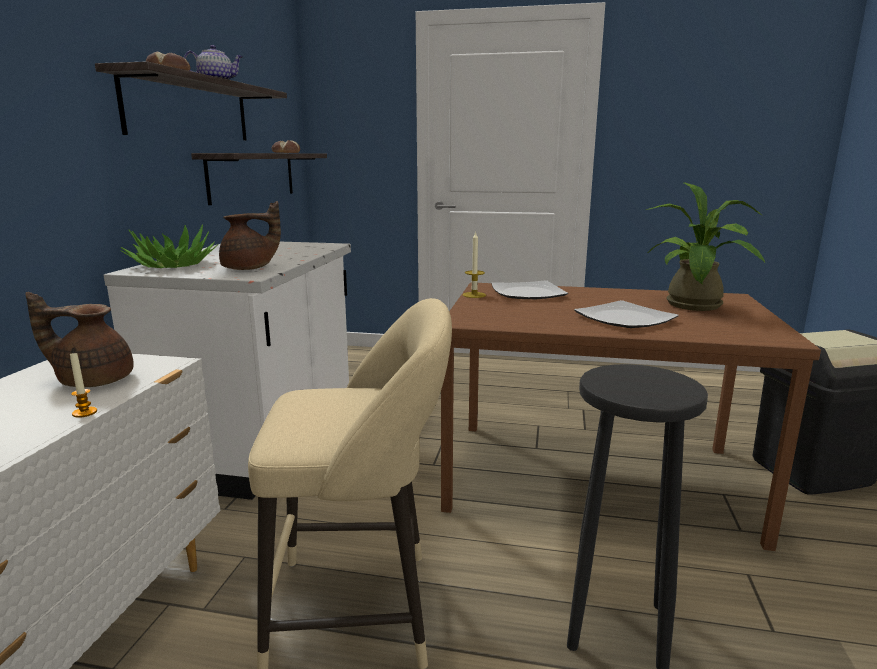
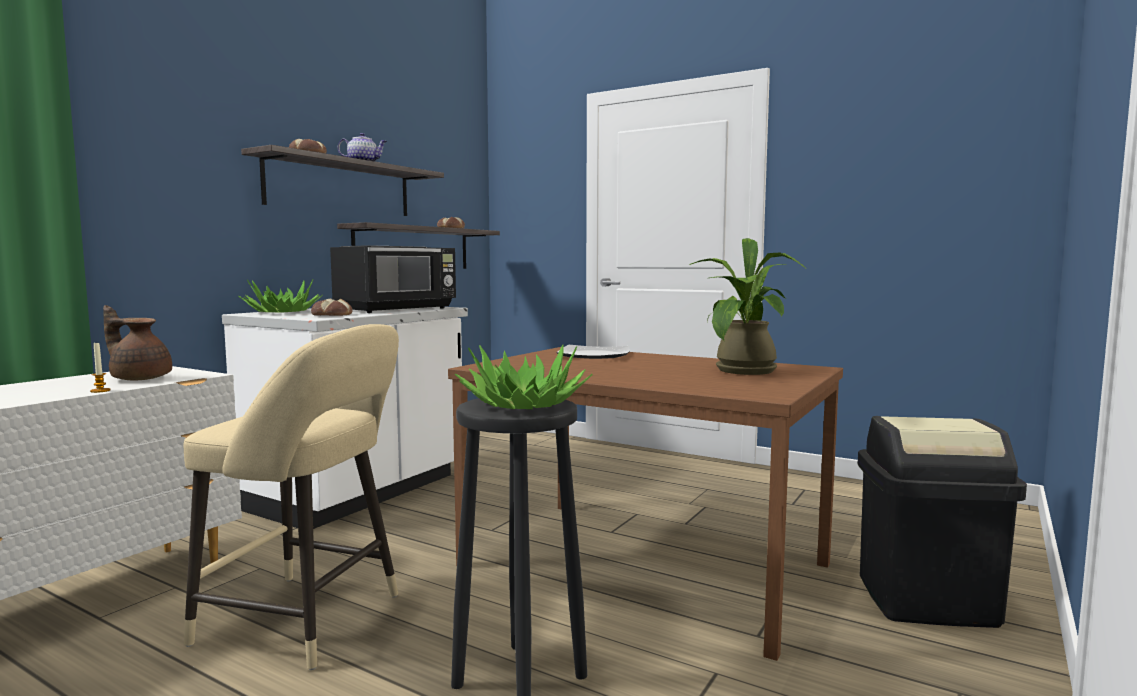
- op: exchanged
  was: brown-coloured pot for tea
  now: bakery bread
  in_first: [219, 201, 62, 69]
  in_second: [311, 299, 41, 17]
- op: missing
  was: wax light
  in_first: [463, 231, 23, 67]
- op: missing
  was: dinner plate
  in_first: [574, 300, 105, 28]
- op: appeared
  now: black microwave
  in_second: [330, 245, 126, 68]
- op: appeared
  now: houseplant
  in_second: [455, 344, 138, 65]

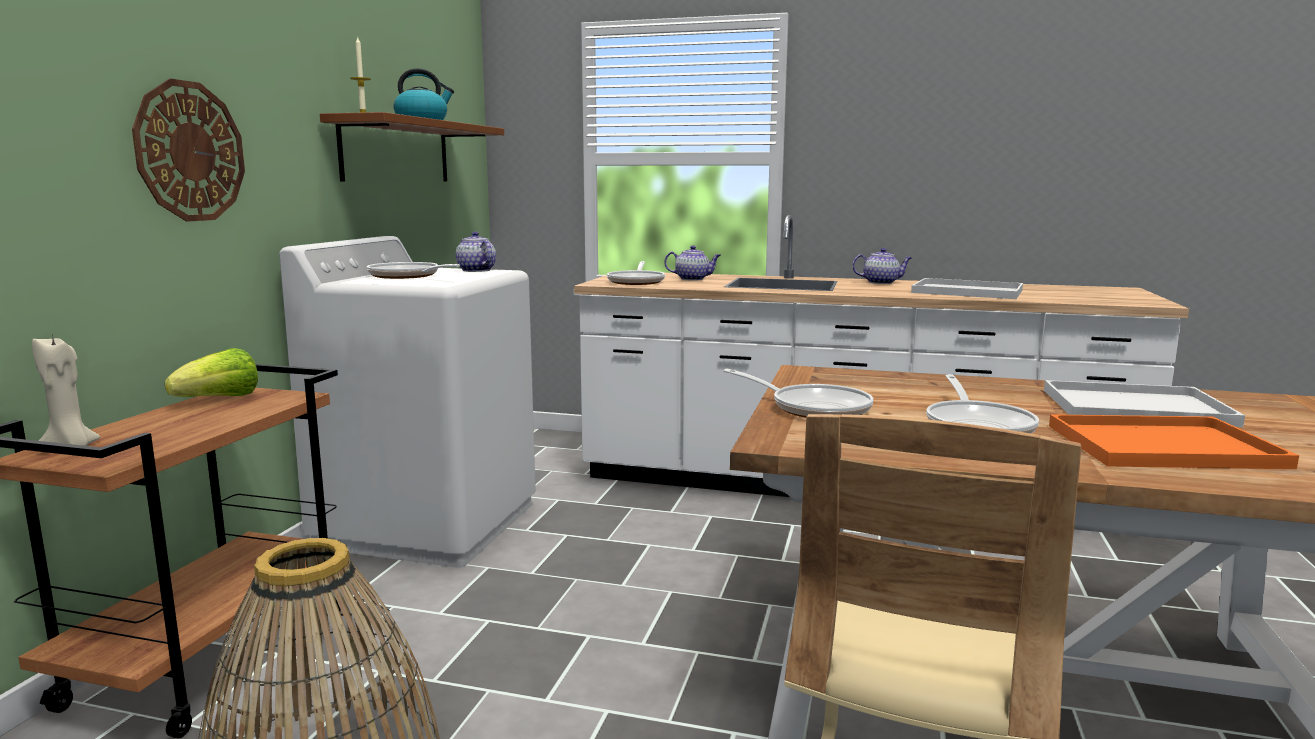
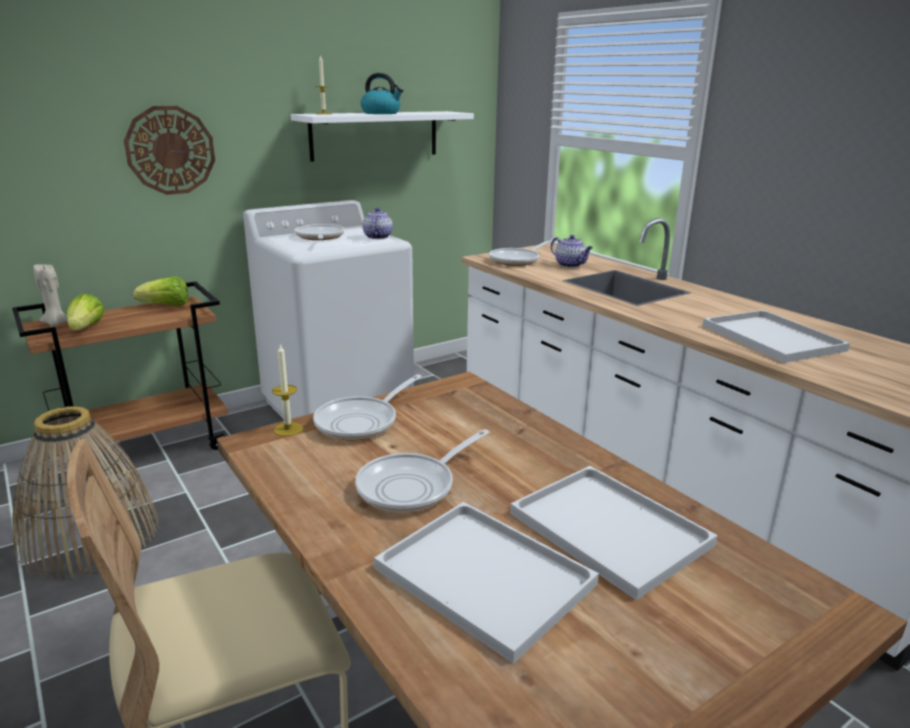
- op: colour
  was: brown-coloured wall shelf
  now: white-coloured wall shelf
  in_first: [320, 112, 184, 70]
  in_second: [291, 111, 183, 51]
- op: spun
  was: pan
  in_first: [724, 369, 149, 49]
  in_second: [313, 374, 109, 66]
  clockwise: 45
- op: missing
  was: pot for tea
  in_first: [852, 248, 60, 36]
- op: colour
  was: orangey serving tray
  now: white-coloured serving tray
  in_first: [1049, 414, 250, 55]
  in_second: [374, 502, 225, 162]
- op: appeared
  now: head of lettuce
  in_second: [67, 294, 38, 37]
- op: appeared
  now: wax light
  in_second: [272, 343, 31, 93]

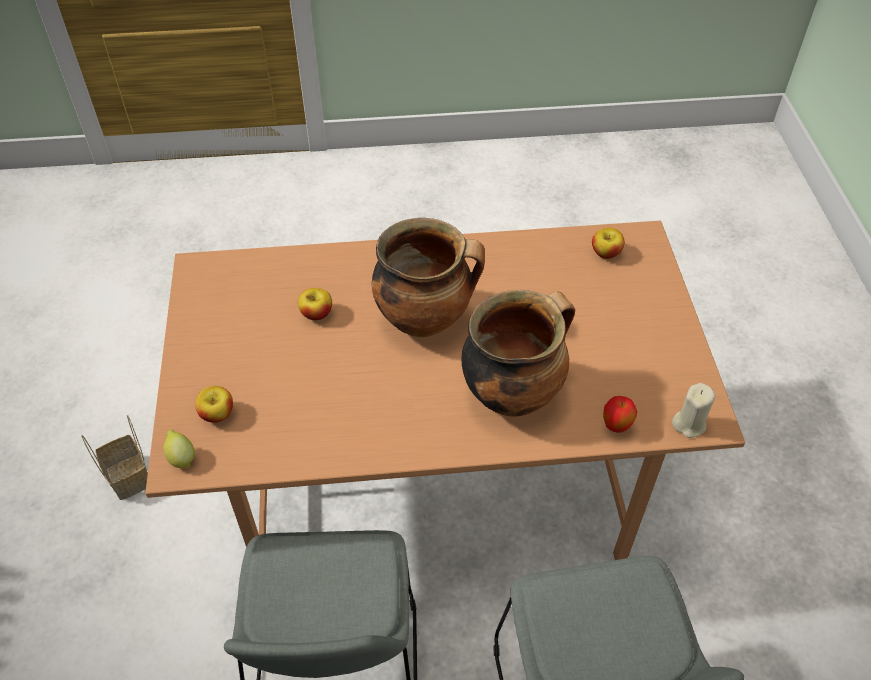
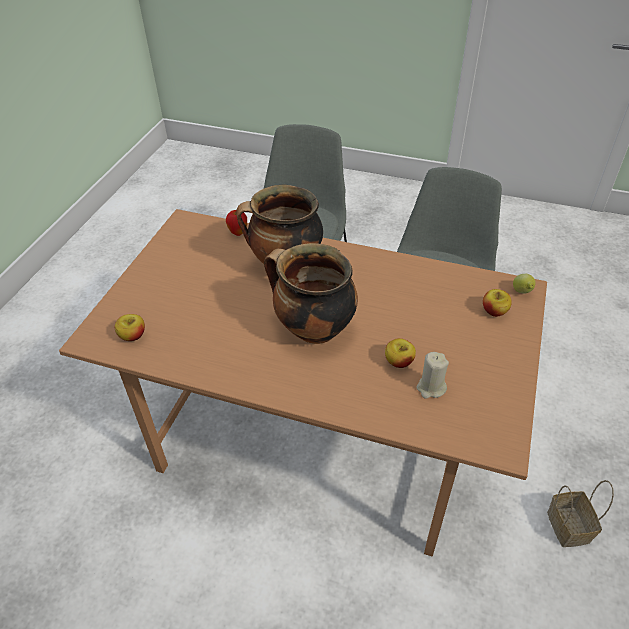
- op: relocated
  was: beige wax light
  in_first: [672, 383, 43, 55]
  in_second: [416, 352, 33, 47]

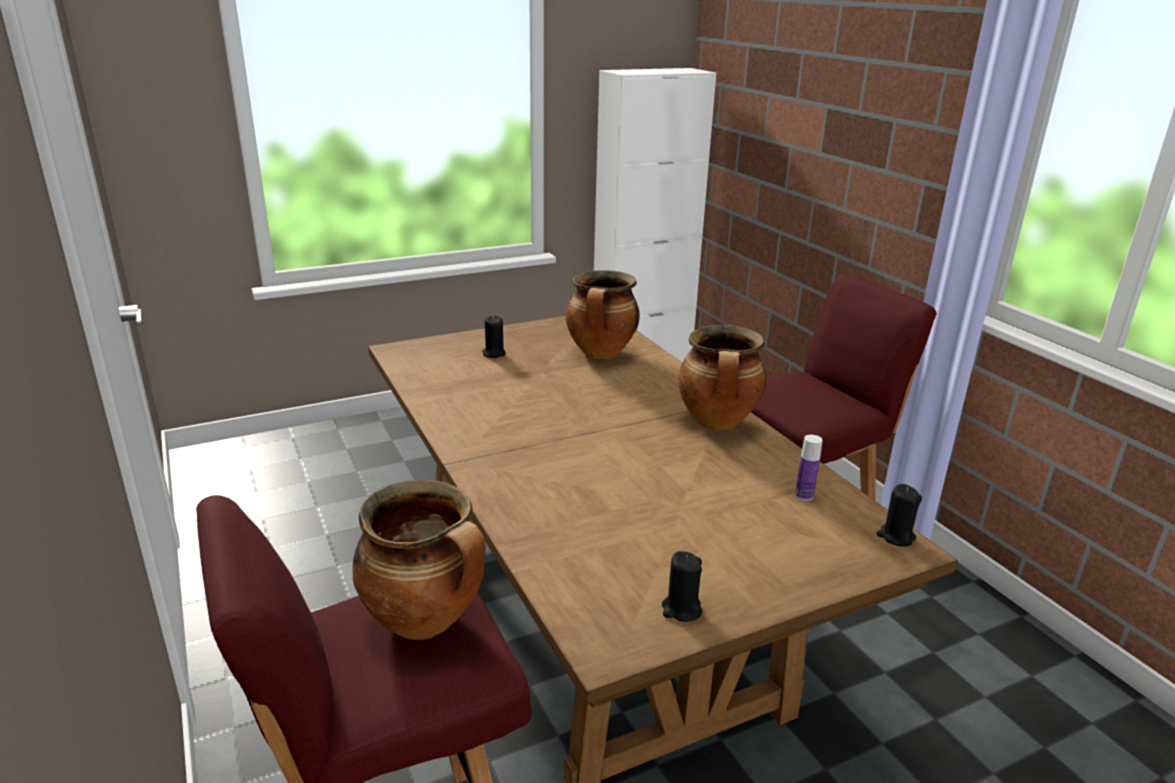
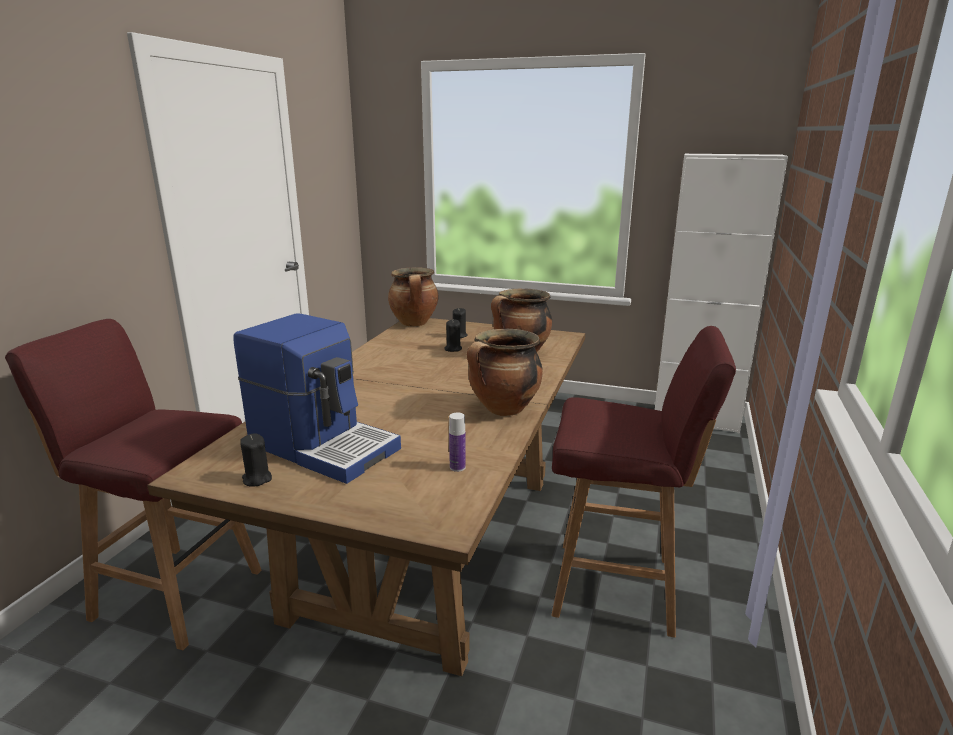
- op: relocated
  was: cooking pot
  in_first: [352, 480, 134, 160]
  in_second: [388, 267, 51, 59]
- op: relocated
  was: black wax light
  in_first: [877, 484, 45, 63]
  in_second: [444, 320, 18, 32]
- op: appeared
  now: coffee maker
  in_second: [233, 313, 168, 171]

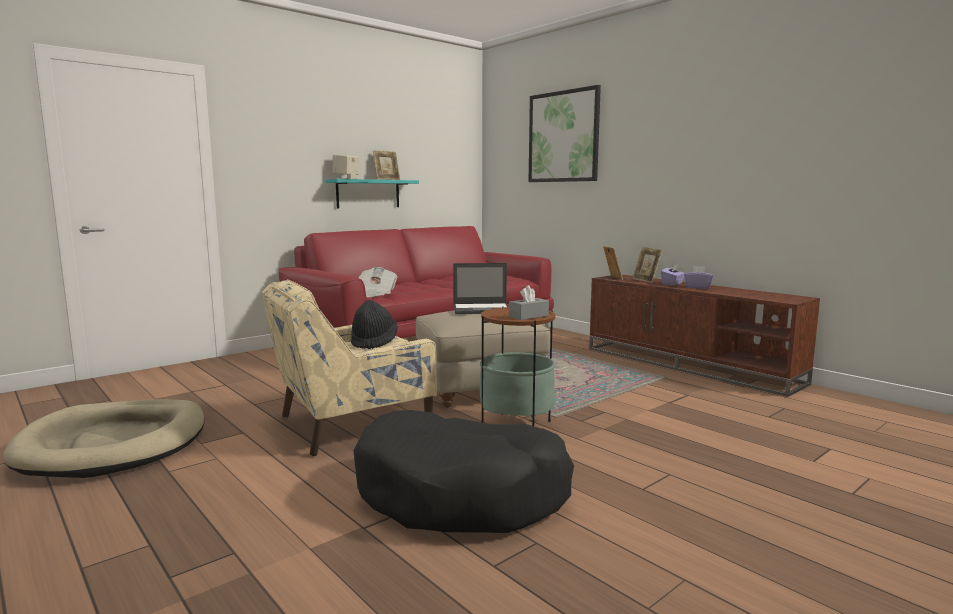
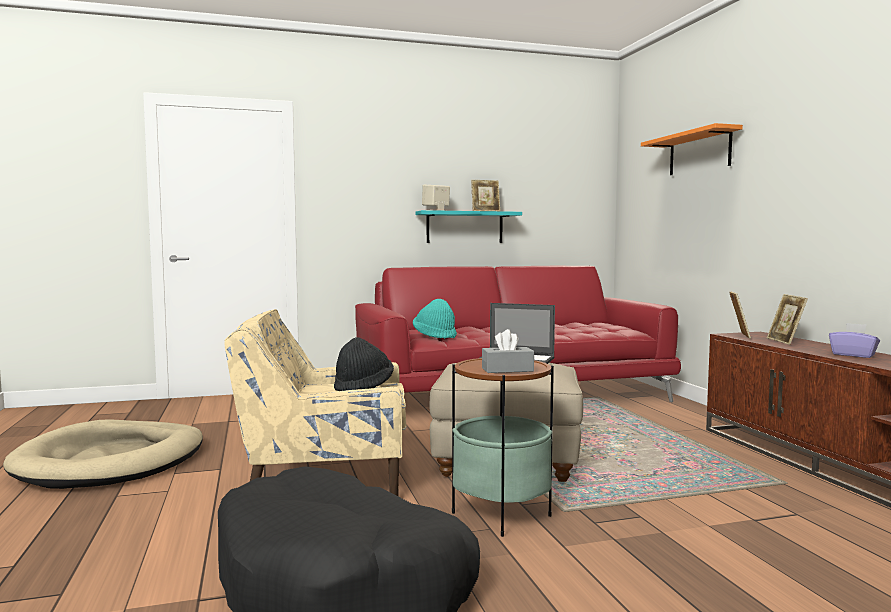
- op: exchanged
  was: newspaper
  now: turquoise-coloured wearable hat
  in_first: [359, 267, 39, 30]
  in_second: [413, 299, 44, 40]
- op: exchanged
  was: wall picture
  now: orangey wall shelf
  in_first: [529, 85, 72, 97]
  in_second: [641, 123, 102, 52]
- op: missing
  was: purplish tissue holder
  in_first: [661, 264, 24, 22]

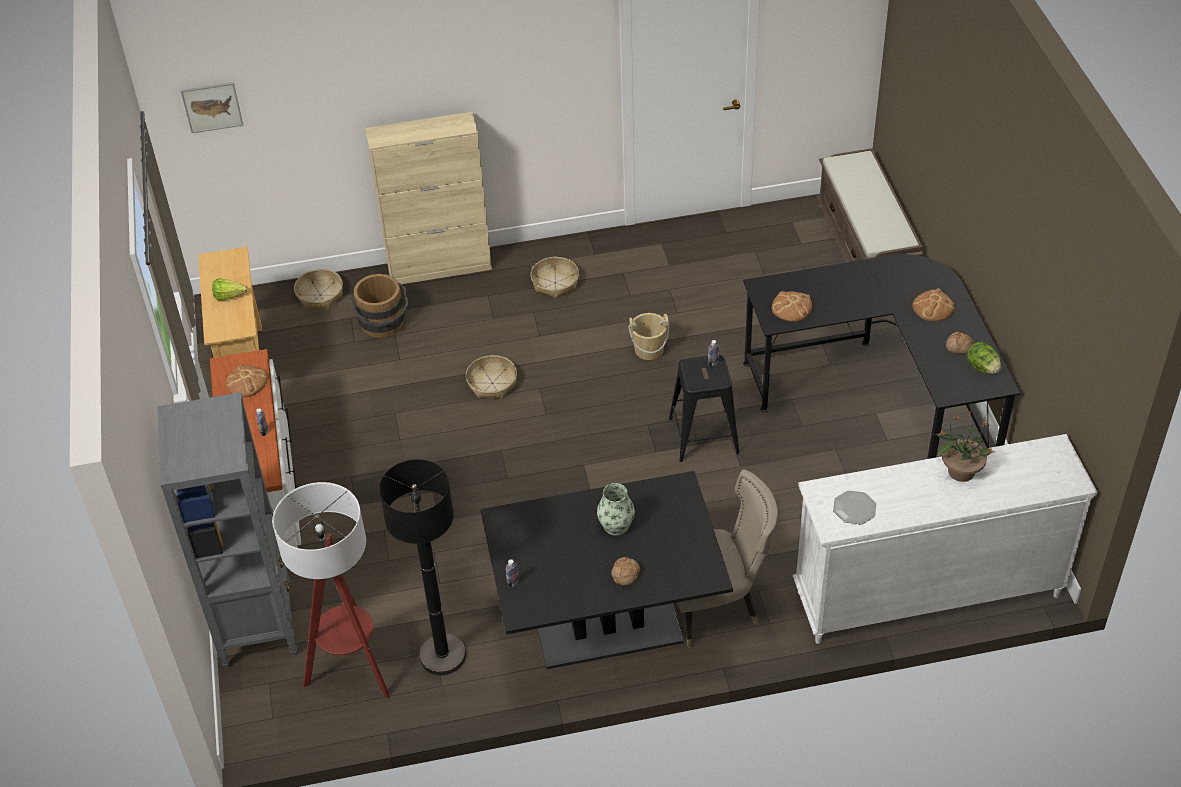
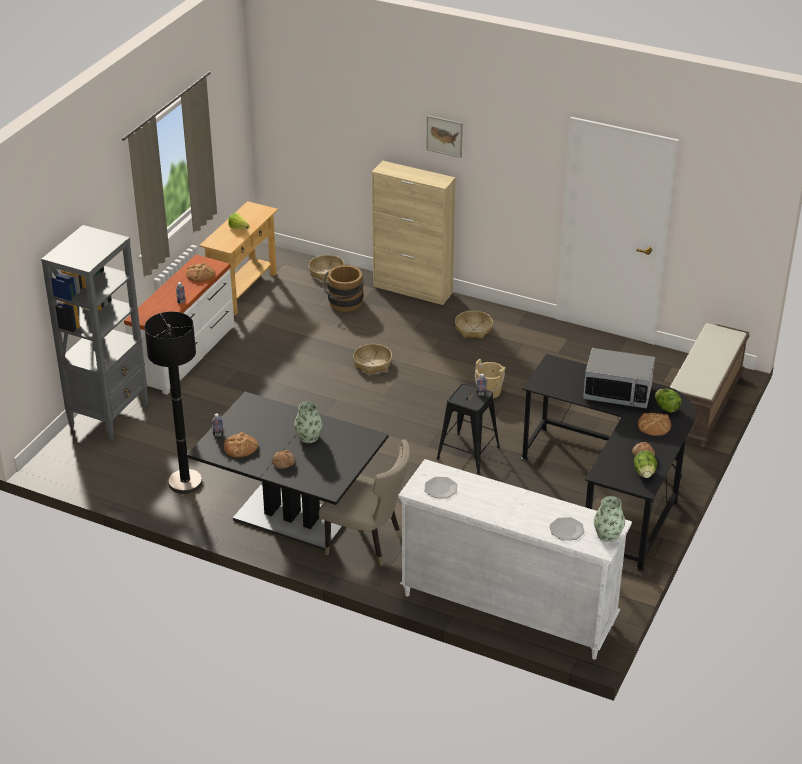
- op: relocated
  was: wall picture
  in_first: [181, 82, 62, 51]
  in_second: [426, 115, 37, 43]
- op: missing
  was: floor lamp
  in_first: [272, 482, 118, 217]
- op: relocated
  was: bakery bread
  in_first: [772, 291, 40, 30]
  in_second: [224, 432, 34, 26]
- op: missing
  was: houseplant
  in_first: [936, 411, 59, 71]
- op: appeared
  now: dinner plate
  in_second: [549, 517, 35, 23]
- op: appeared
  now: microwave
  in_second: [583, 348, 72, 60]
- op: appeared
  now: vase
  in_second: [594, 496, 31, 46]
- op: appeared
  now: head of lettuce
  in_second: [655, 389, 26, 24]

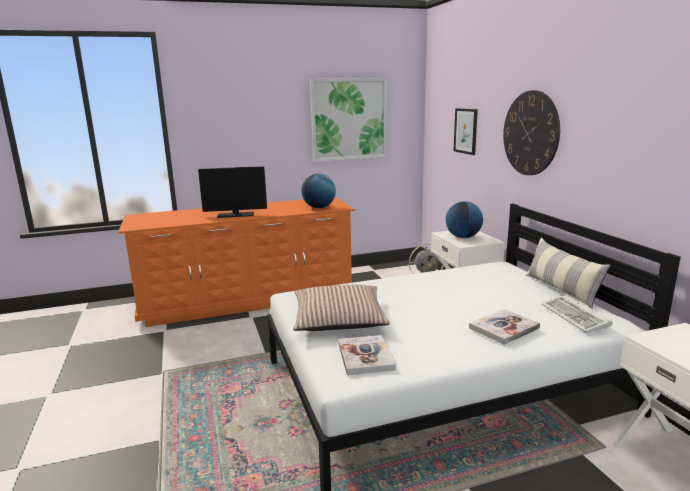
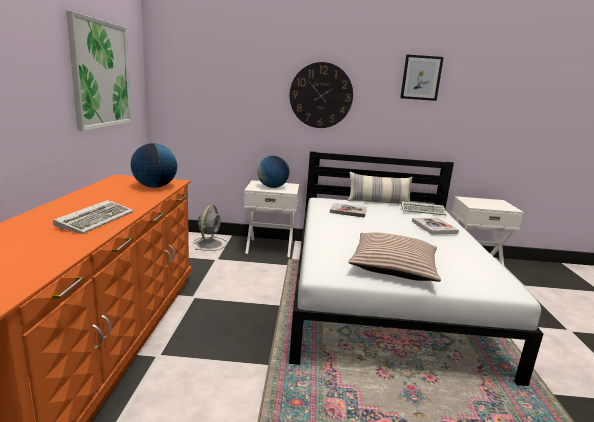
- op: exchanged
  was: monitor
  now: PC keyboard
  in_first: [198, 166, 69, 52]
  in_second: [53, 200, 81, 34]
- op: relocated
  was: book
  in_first: [338, 335, 58, 40]
  in_second: [330, 203, 37, 15]
- op: relocated
  was: wall picture
  in_first: [454, 108, 24, 47]
  in_second: [400, 55, 44, 46]

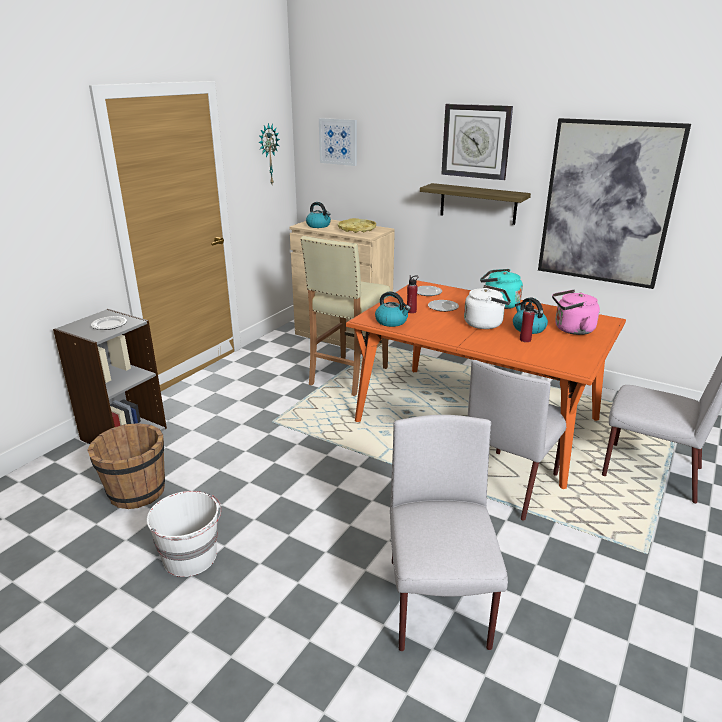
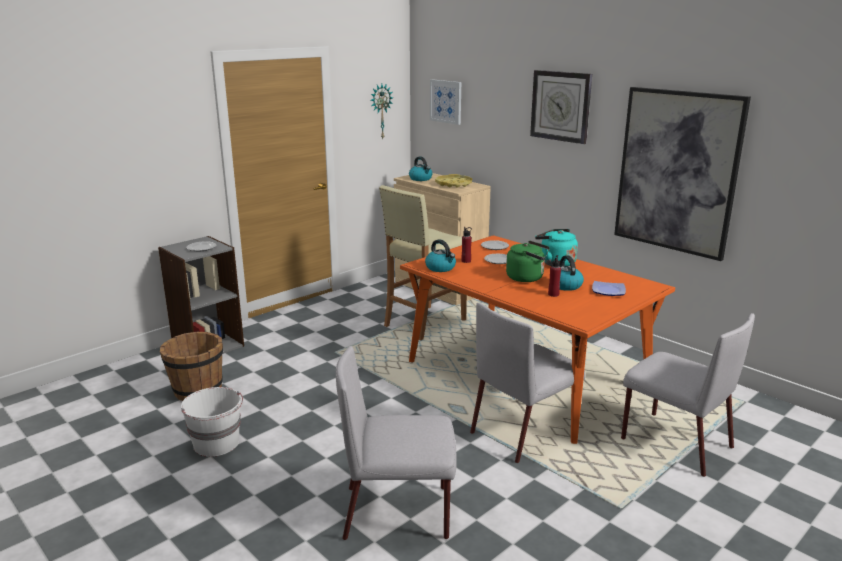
- op: spun
  was: greyish upright chair
  in_first: [390, 415, 118, 236]
  in_second: [336, 346, 121, 194]
  clockwise: -105
- op: missing
  was: wall shelf
  in_first: [420, 183, 111, 42]
- op: colour
  was: white-coloured water kettle
  now: green-coloured water kettle
  in_first: [464, 285, 47, 44]
  in_second: [506, 241, 44, 41]
- op: exchanged
  was: pink water kettle
  now: dinner plate
  in_first: [552, 289, 48, 46]
  in_second: [592, 281, 34, 15]

